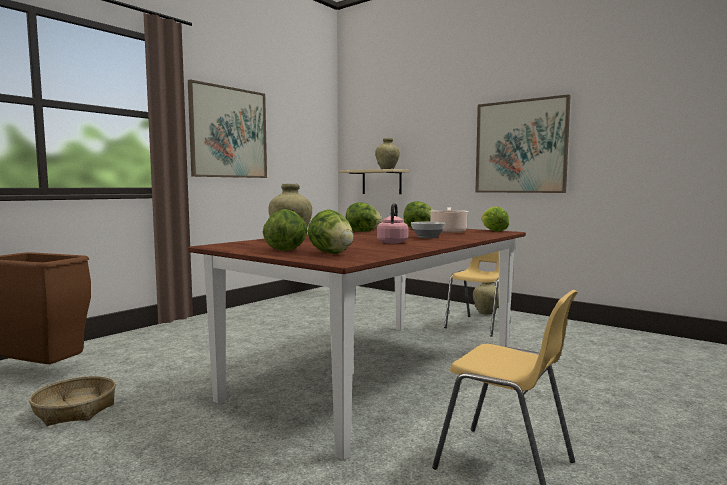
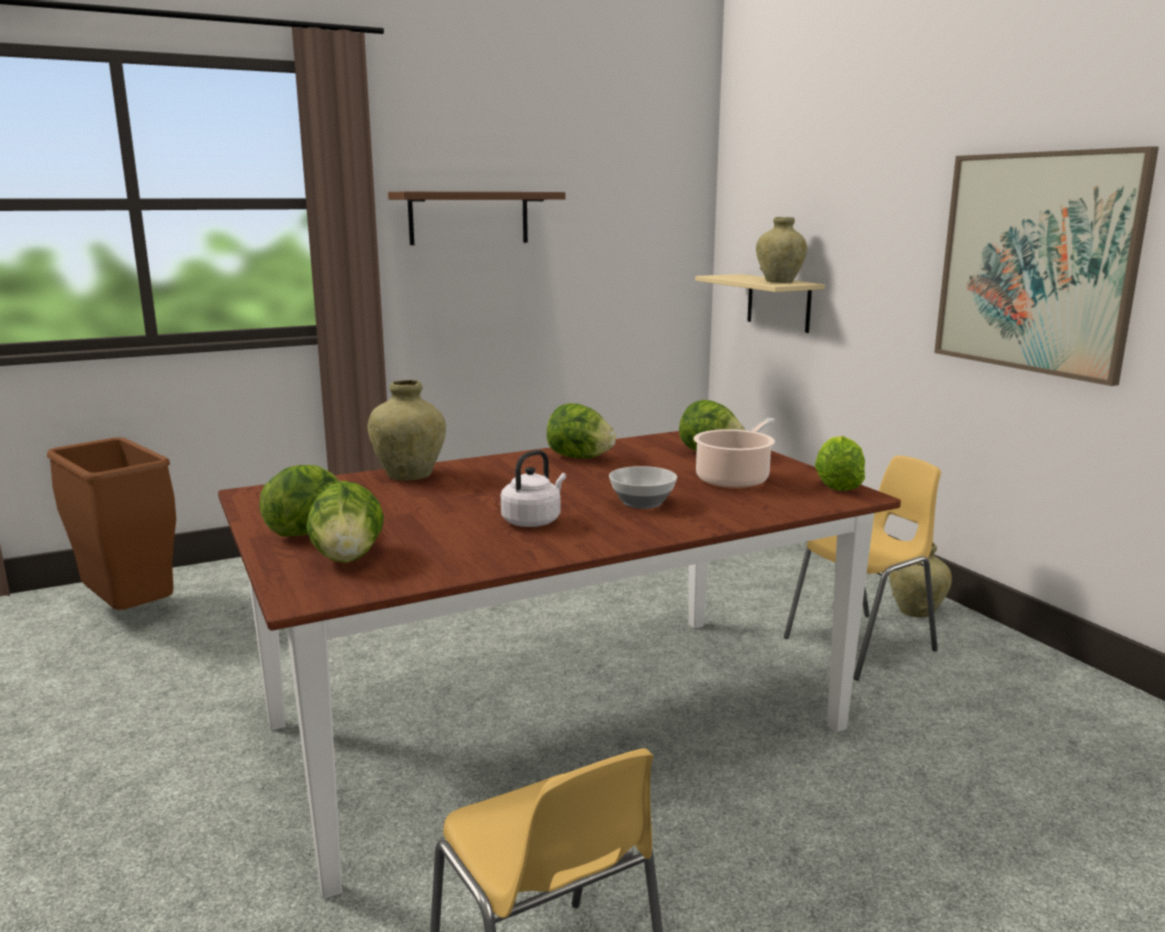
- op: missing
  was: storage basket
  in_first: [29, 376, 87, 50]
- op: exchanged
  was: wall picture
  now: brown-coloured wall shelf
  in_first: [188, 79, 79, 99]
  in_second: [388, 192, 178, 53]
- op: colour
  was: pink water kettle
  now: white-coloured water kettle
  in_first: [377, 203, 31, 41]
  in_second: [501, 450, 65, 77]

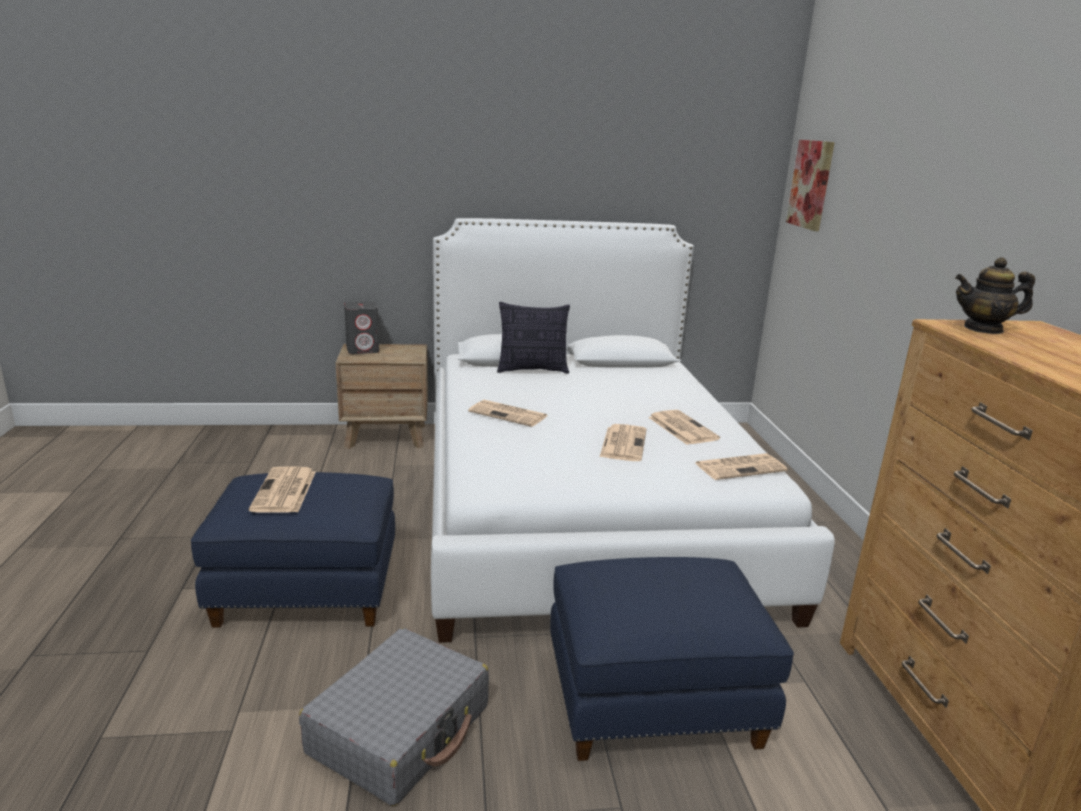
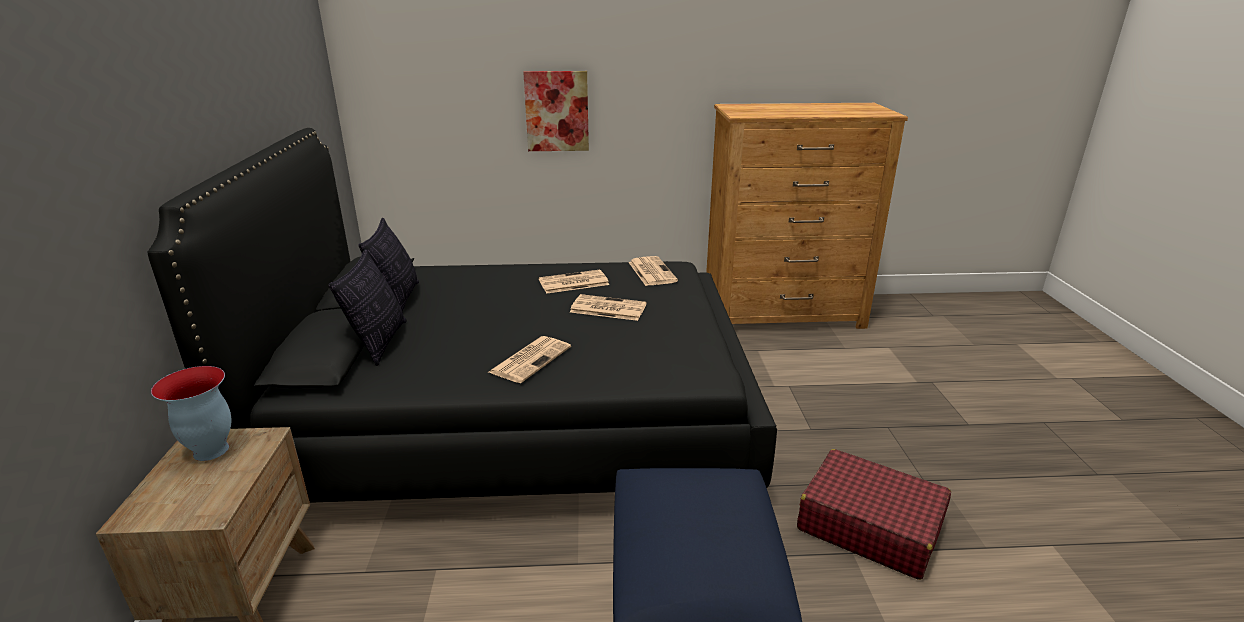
- op: missing
  was: newspaper
  in_first: [249, 466, 67, 47]
- op: colour
  was: greyish piece of luggage
  now: red piece of luggage
  in_first: [299, 628, 190, 178]
  in_second: [797, 449, 154, 131]
- op: missing
  was: greyish loudspeaker
  in_first: [344, 301, 35, 53]
- op: colour
  was: white-coloured bedroom bed
  now: black bedroom bed
  in_first: [431, 218, 404, 425]
  in_second: [147, 128, 630, 375]
- op: missing
  was: bluish footrest
  in_first: [550, 557, 244, 204]
- op: relocated
  was: wall picture
  in_first: [786, 140, 49, 91]
  in_second: [523, 71, 66, 80]
- op: missing
  was: pot for tea
  in_first: [955, 257, 80, 77]
- op: appeared
  now: vase
  in_second: [151, 366, 81, 95]
- op: appeared
  now: pillow
  in_second: [359, 218, 60, 94]

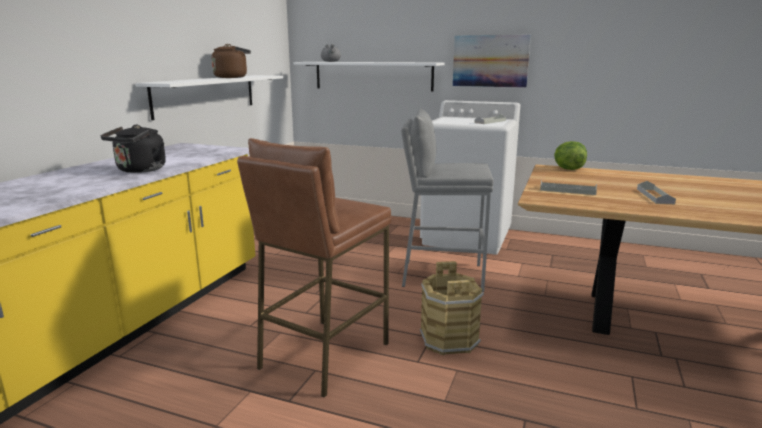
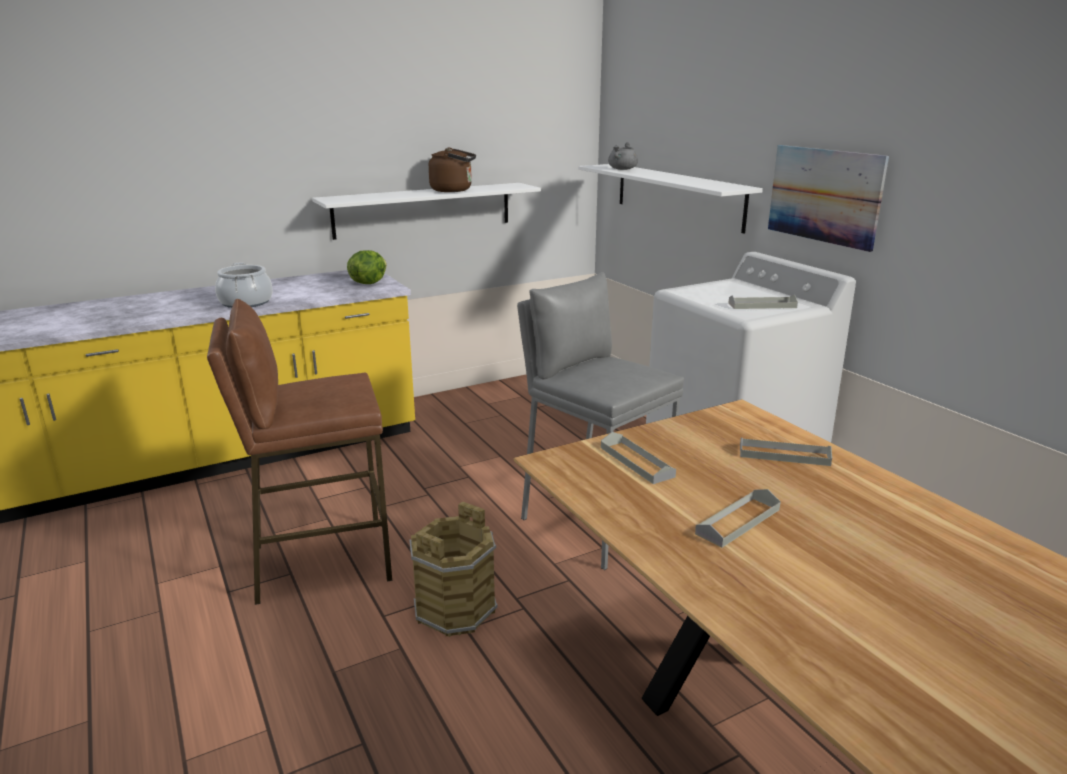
- op: exchanged
  was: black water kettle
  now: cooking pot
  in_first: [100, 125, 66, 48]
  in_second: [215, 263, 58, 45]
- op: relocated
  was: head of lettuce
  in_first: [554, 141, 33, 29]
  in_second: [347, 250, 40, 34]
- op: appeared
  now: greyish serving tray
  in_second: [740, 437, 92, 29]

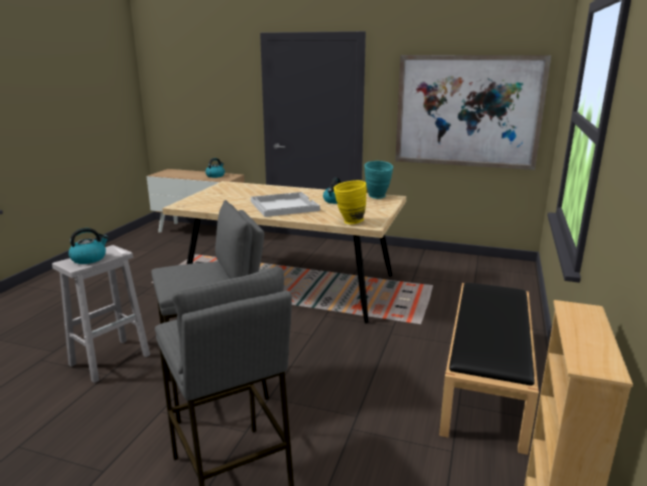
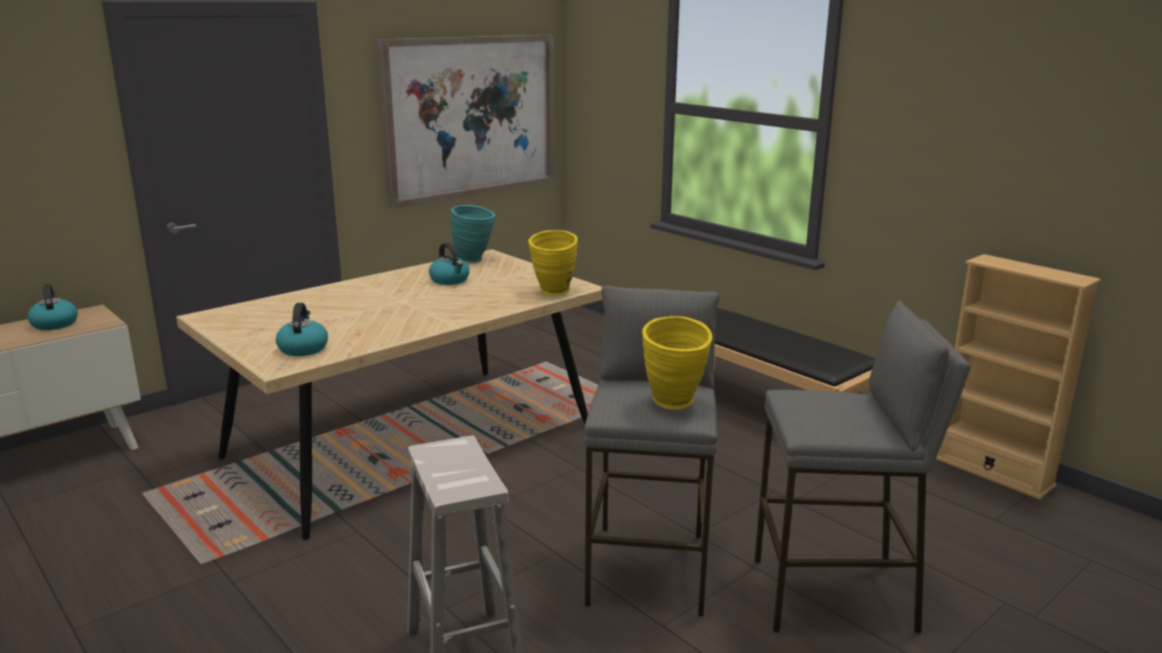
- op: relocated
  was: water kettle
  in_first: [68, 228, 41, 36]
  in_second: [276, 303, 52, 53]
- op: missing
  was: white-coloured serving tray
  in_first: [251, 192, 69, 25]
- op: appeared
  now: yellow-coloured vase
  in_second: [642, 316, 71, 94]

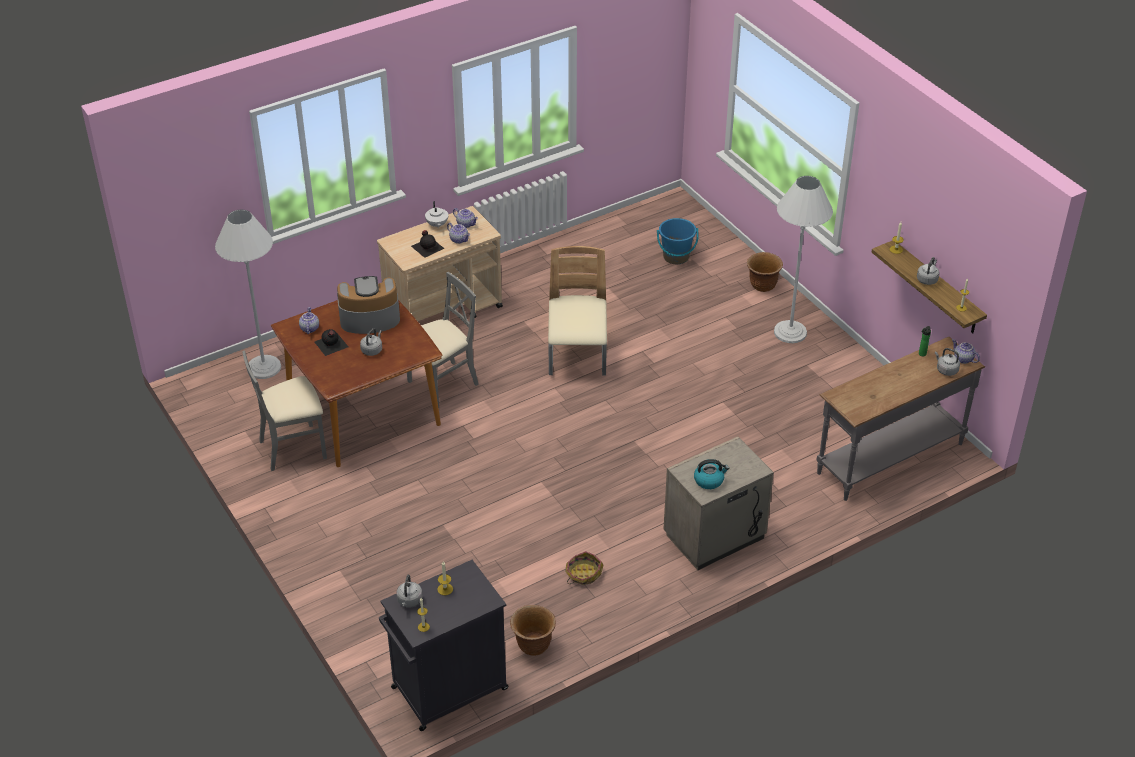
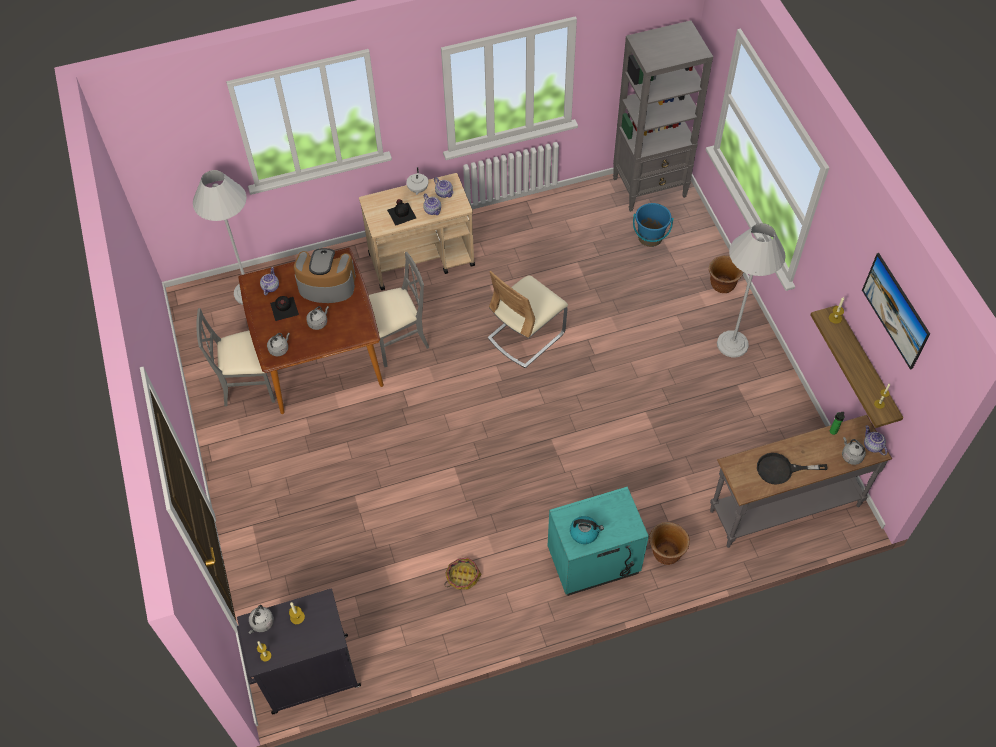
- op: relocated
  was: brown-coloured plant pot
  in_first: [510, 605, 46, 51]
  in_second: [649, 522, 41, 43]
- op: spun
  was: beige upright chair
  in_first: [548, 246, 59, 129]
  in_second: [488, 271, 80, 97]
  clockwise: -150
- op: colour
  was: beige bedside table
  now: turquoise-coloured bedside table
  in_first: [663, 437, 111, 133]
  in_second: [548, 487, 101, 109]
- op: relocated
  was: greyish water kettle
  in_first: [917, 257, 23, 28]
  in_second: [267, 332, 23, 24]
- op: appeared
  now: greyish shelving unit
  in_second: [613, 20, 100, 192]
- op: appeared
  now: black pan
  in_second: [757, 453, 71, 32]
- op: appeared
  now: wall picture
  in_second: [862, 253, 68, 117]

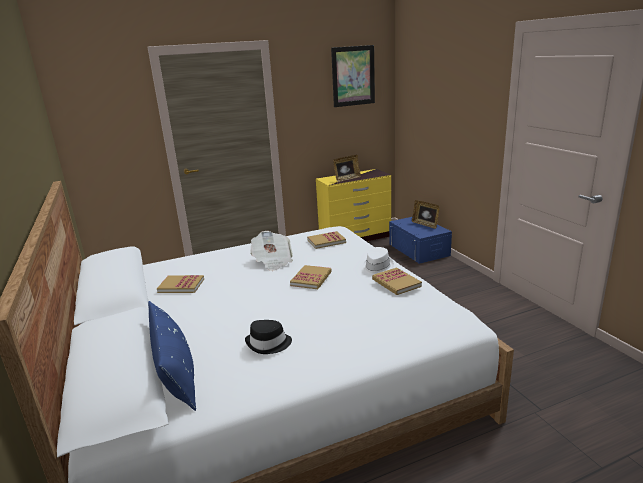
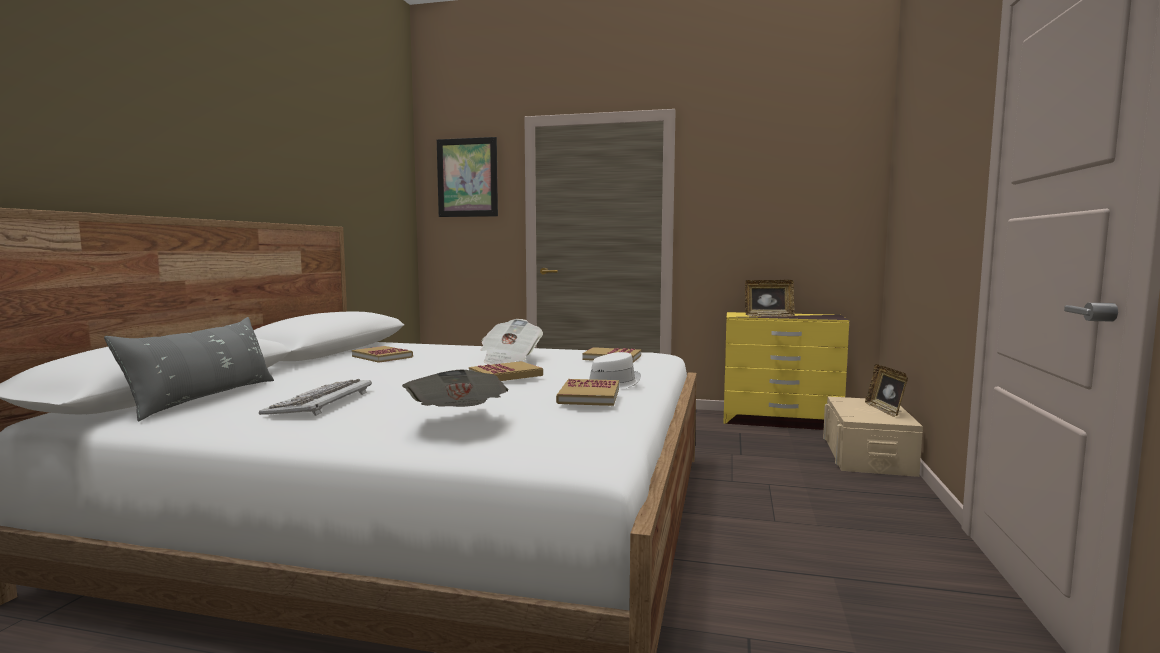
- op: colour
  was: bluish pillow
  now: greyish pillow
  in_first: [148, 301, 48, 110]
  in_second: [104, 317, 170, 105]
- op: exchanged
  was: black wearable hat
  now: PC keyboard
  in_first: [245, 320, 47, 34]
  in_second: [259, 379, 113, 37]
- op: relocated
  was: wall picture
  in_first: [331, 45, 44, 62]
  in_second: [437, 137, 61, 80]
- op: colour
  was: bluish storage box
  now: beige storage box
  in_first: [389, 217, 63, 47]
  in_second: [823, 396, 100, 81]
- op: appeared
  now: newspaper
  in_second: [402, 370, 106, 37]

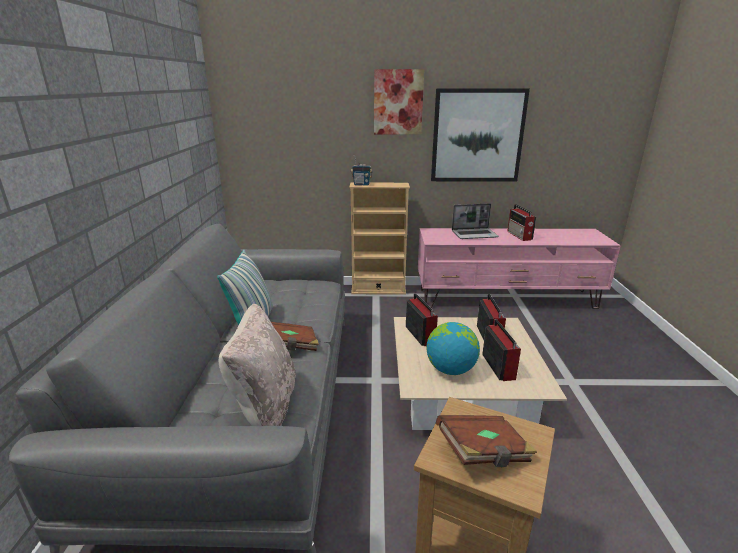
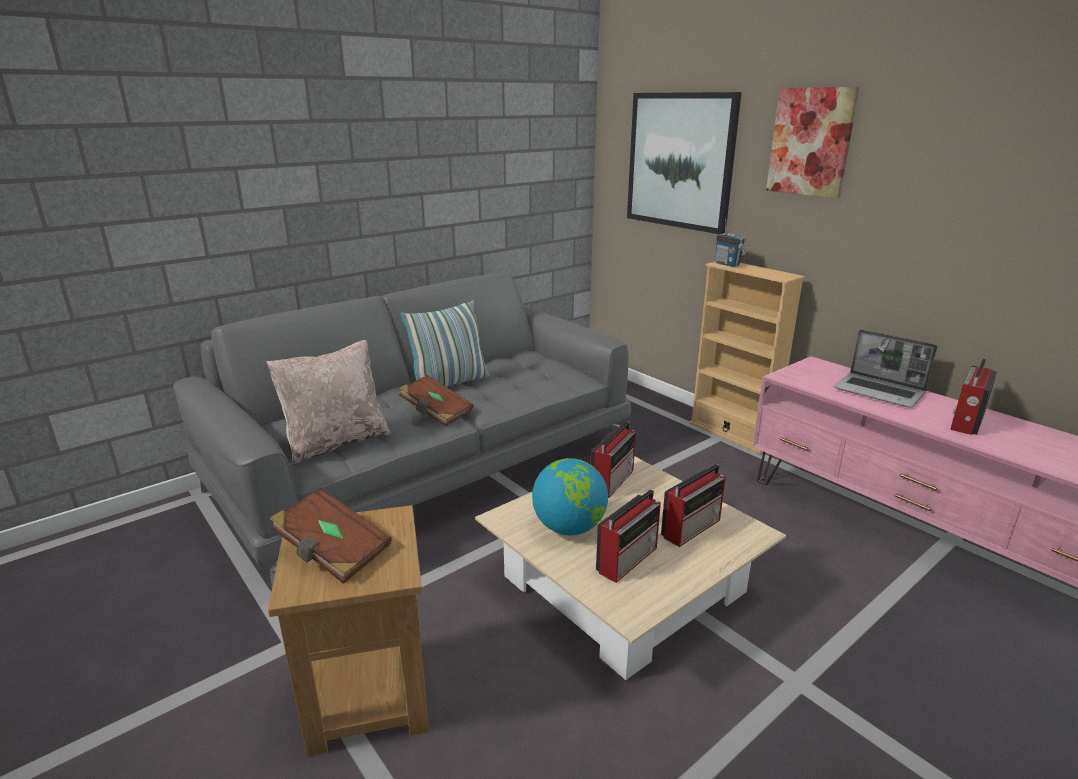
- op: relocated
  was: wall picture
  in_first: [431, 88, 99, 94]
  in_second: [627, 92, 114, 142]

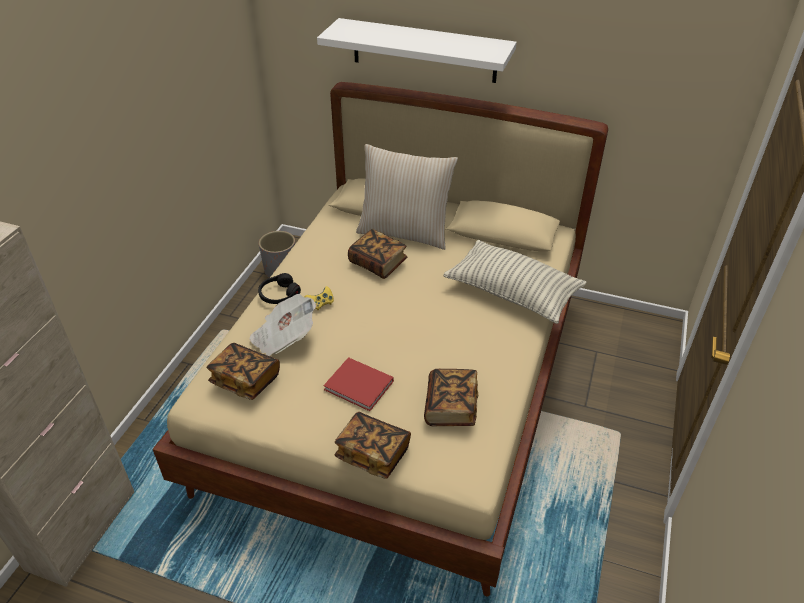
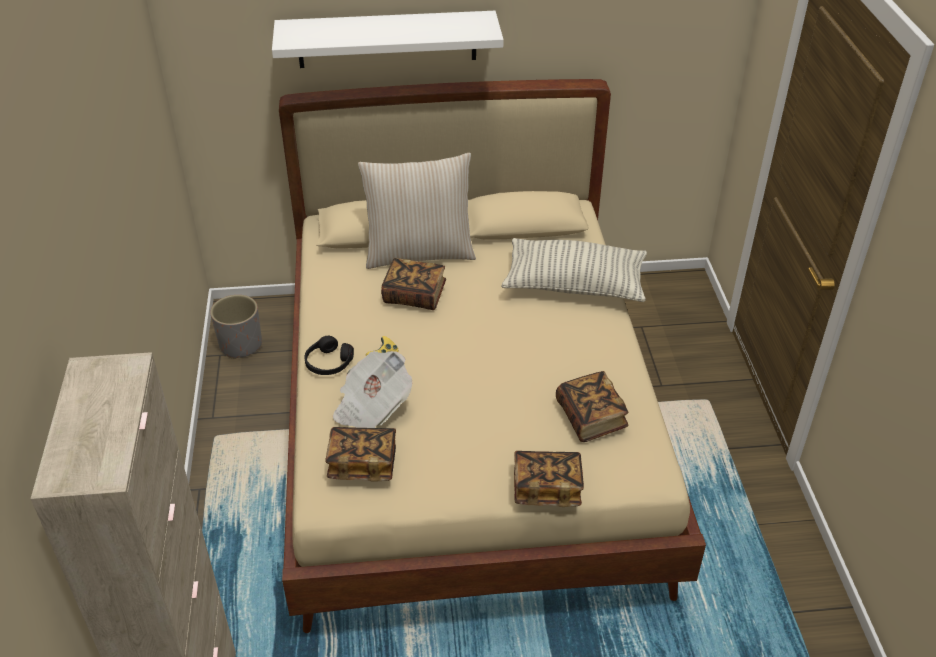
- op: missing
  was: red book
  in_first: [323, 357, 71, 54]

